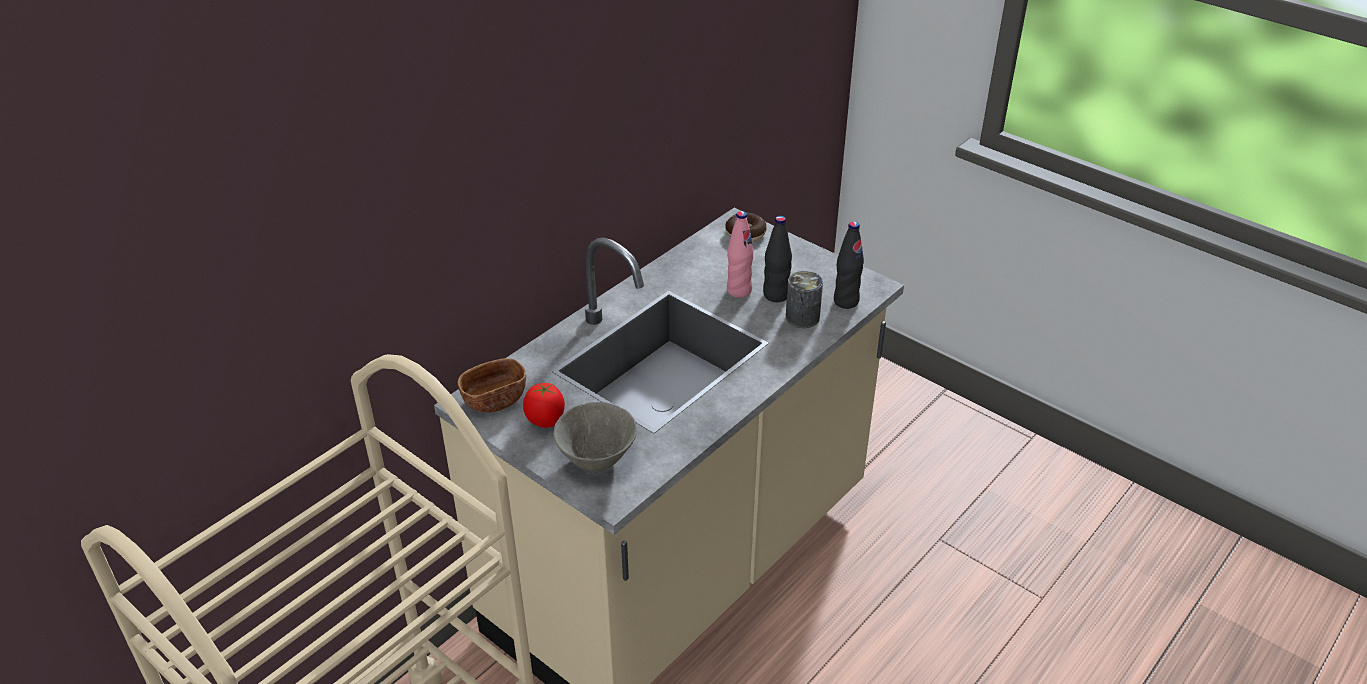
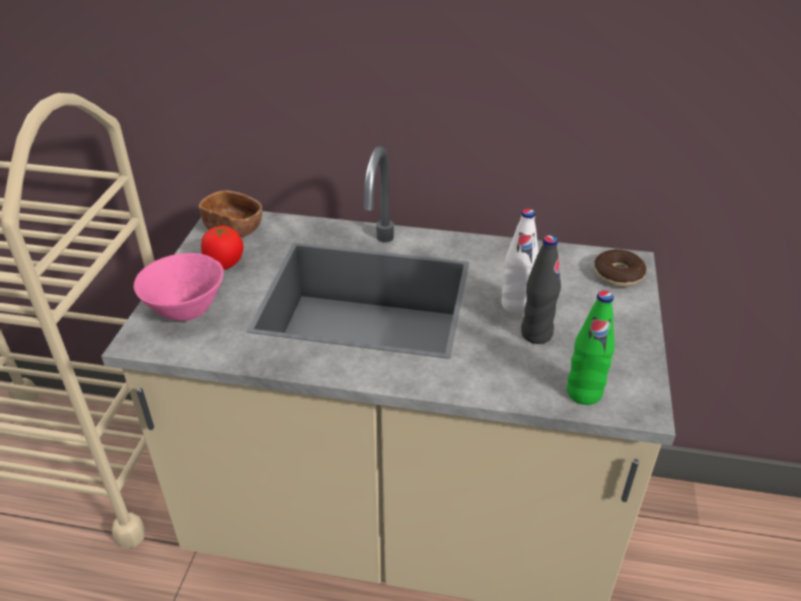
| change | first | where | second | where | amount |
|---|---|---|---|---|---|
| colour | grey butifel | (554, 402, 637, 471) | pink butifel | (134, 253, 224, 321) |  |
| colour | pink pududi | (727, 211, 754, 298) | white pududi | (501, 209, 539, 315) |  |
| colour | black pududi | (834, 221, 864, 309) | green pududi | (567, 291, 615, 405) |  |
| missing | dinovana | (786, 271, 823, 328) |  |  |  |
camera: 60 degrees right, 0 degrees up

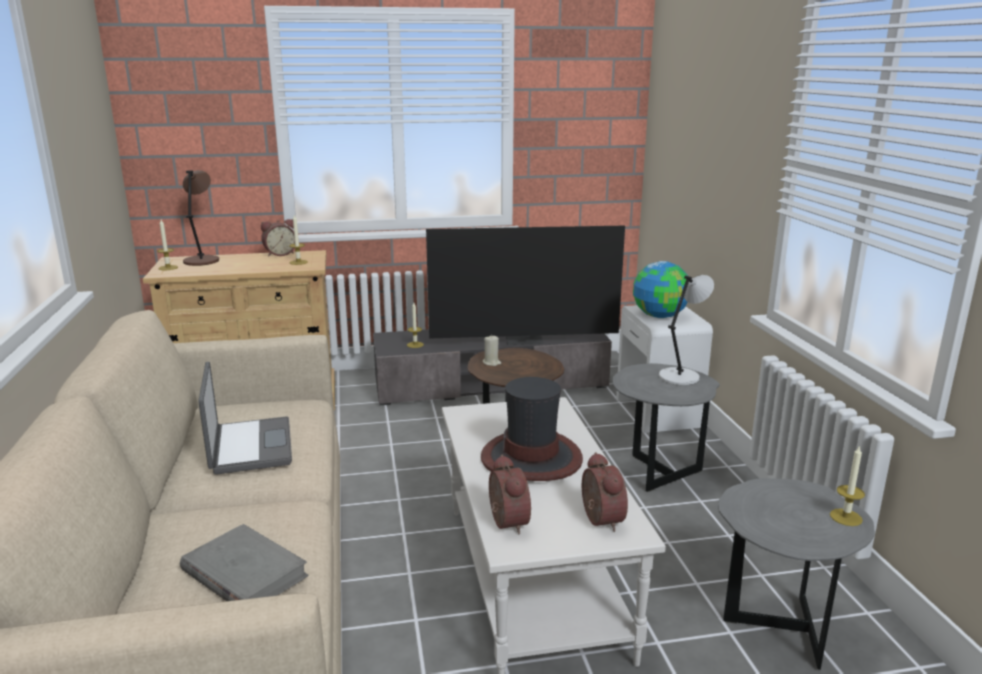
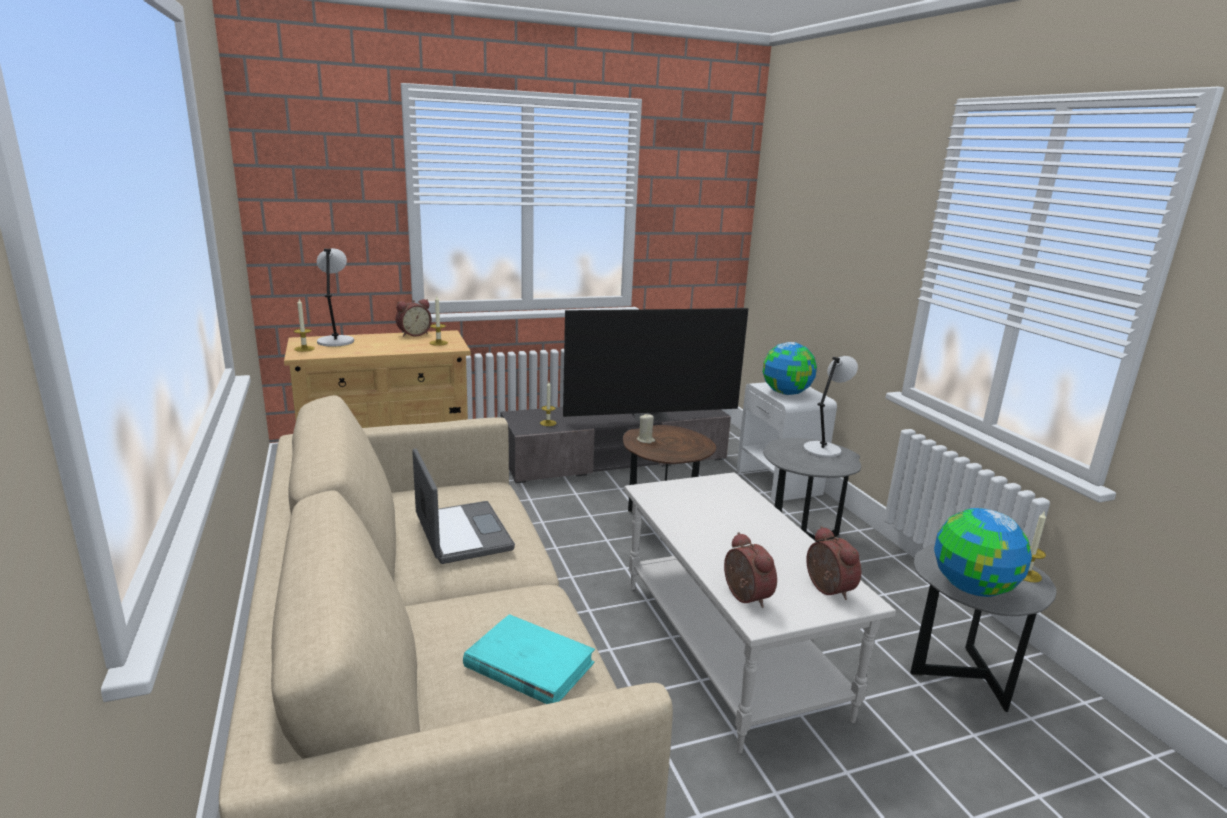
| change | first | where | second | where | amount |
|---|---|---|---|---|---|
| colour | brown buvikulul | (183, 170, 219, 266) | grey buvikulul | (317, 248, 354, 347) |  |
| colour | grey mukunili | (180, 524, 308, 601) | turquoise mukunili | (463, 614, 595, 704) |  |
| appeared |  |  | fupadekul | (934, 508, 1032, 597) |  |
| missing | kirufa | (481, 377, 583, 481) |  |  |  |
camera: 10 degrees left, 0 degrees up

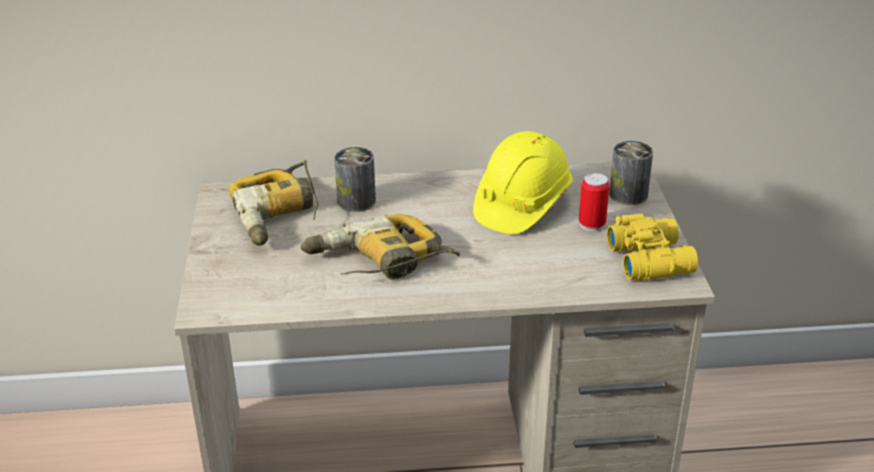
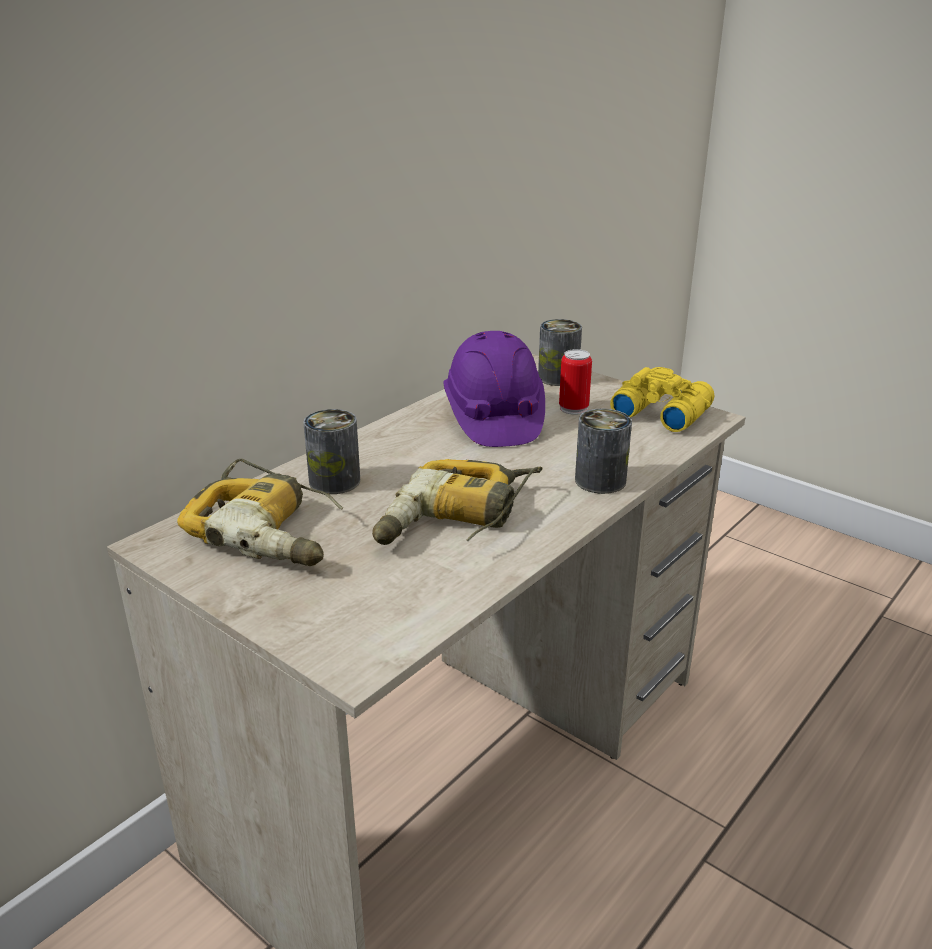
| change | first | where | second | where | amount |
|---|---|---|---|---|---|
| colour | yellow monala | (473, 131, 573, 234) | purple monala | (444, 331, 545, 447) |  |
| appeared |  |  | dinovana | (575, 409, 632, 494) |  |
camera: 45 degrees left, 5 degrees down

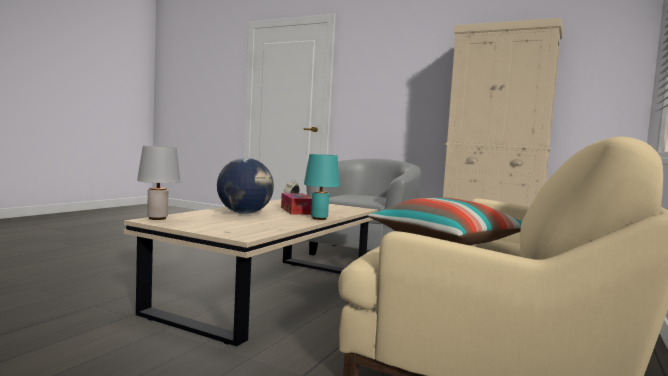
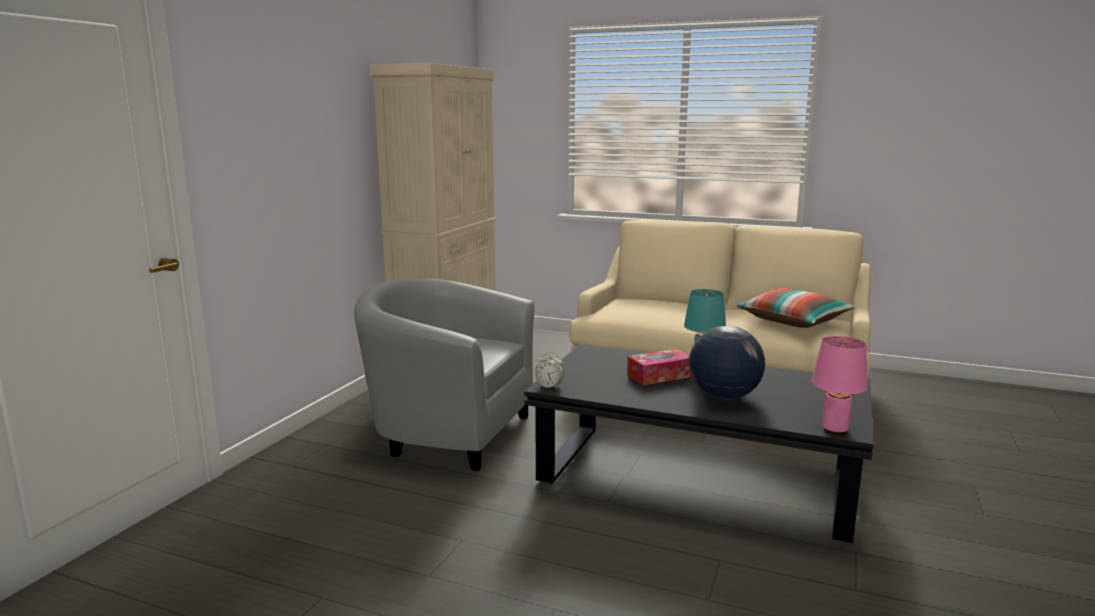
| change | first | where | second | where | amount |
|---|---|---|---|---|---|
| colour | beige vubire | (124, 199, 378, 346) | black vubire | (524, 344, 874, 543) |  |
| colour | grey buvikulul | (137, 146, 180, 220) | pink buvikulul | (812, 336, 868, 435) |  |
camera: 95 degrees left, 10 degrees up

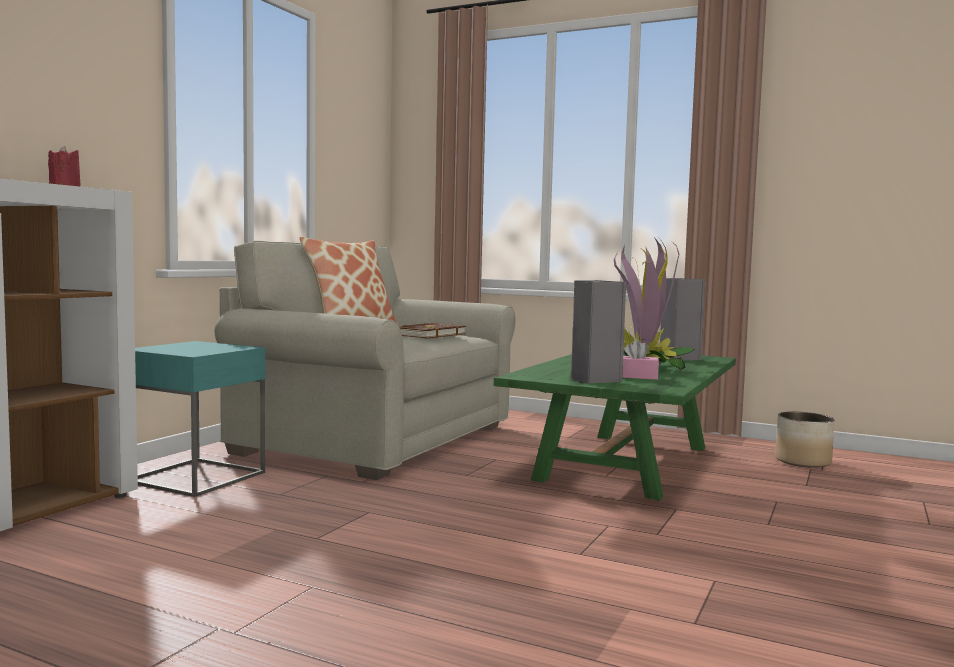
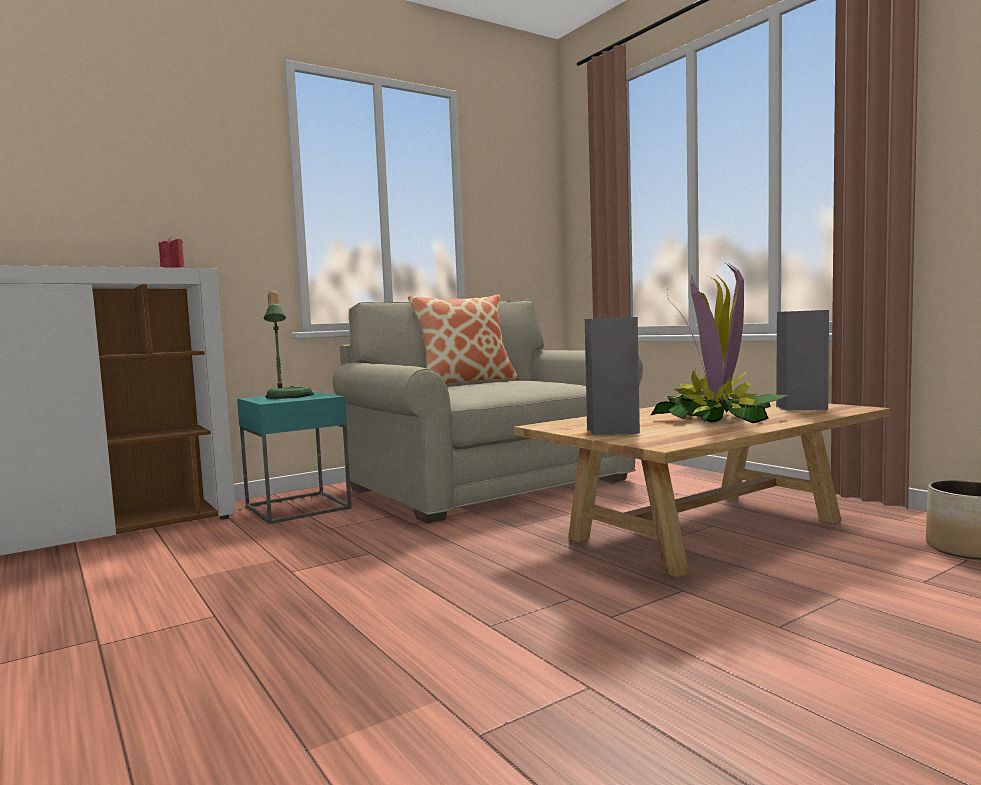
| change | first | where | second | where | amount |
|---|---|---|---|---|---|
| appeared |  |  | buvikulul | (264, 290, 313, 399) |  |
| colour | green vubire | (494, 354, 736, 501) | beige vubire | (514, 396, 890, 578) |  |
| missing | brown mukunili | (399, 323, 466, 338) |  |  |  |
| missing | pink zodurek | (623, 340, 659, 380) |  |  |  |
camera: 30 degrees right, 0 degrees up

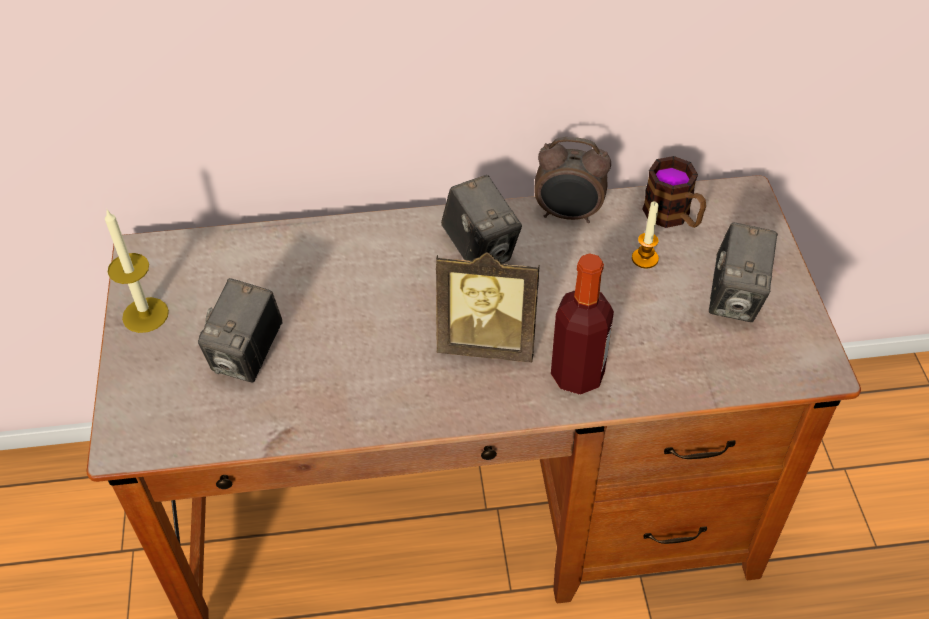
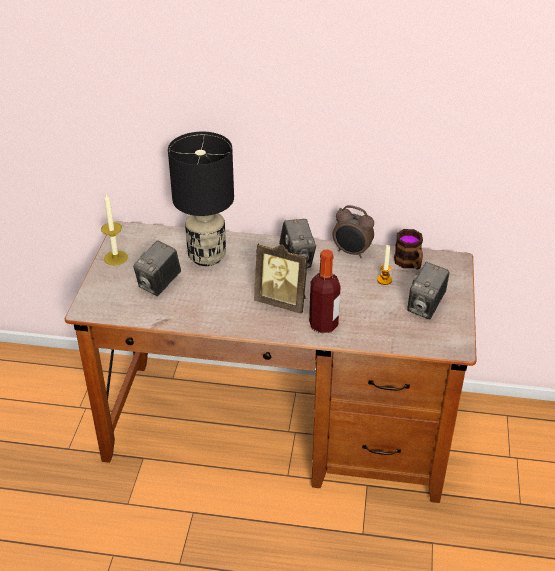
| change | first | where | second | where | amount |
|---|---|---|---|---|---|
| appeared |  |  | black buvikulul | (168, 132, 234, 266) |  |
camera: 15 degrees right, 10 degrees down

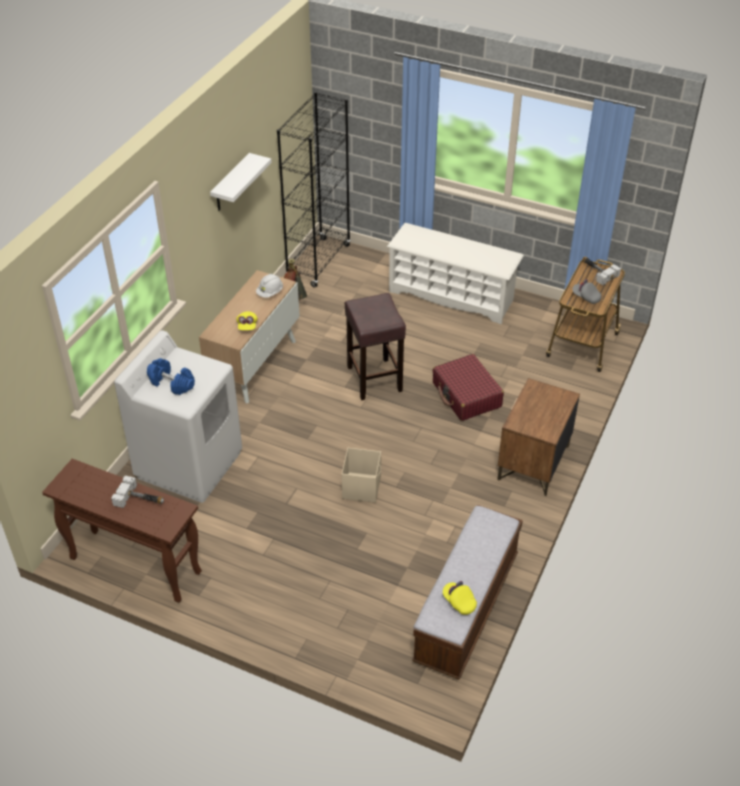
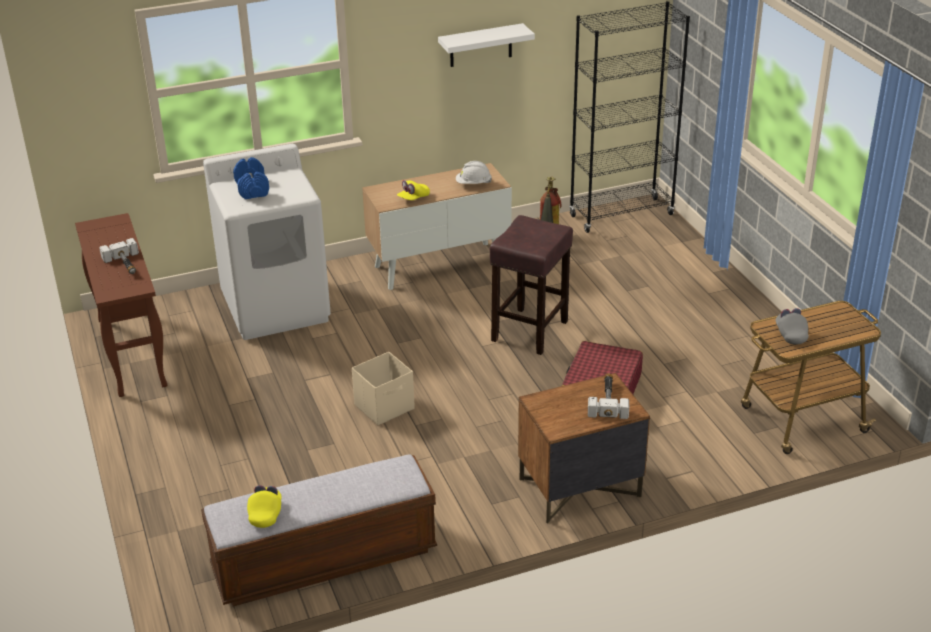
| change | first | where | second | where | amount |
|---|---|---|---|---|---|
| relocated | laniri | (582, 257, 621, 285) |  | (588, 373, 629, 419) |  |
| missing | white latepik | (387, 223, 524, 324) |  |  |  |
camera: 45 degrees right, 10 degrees down

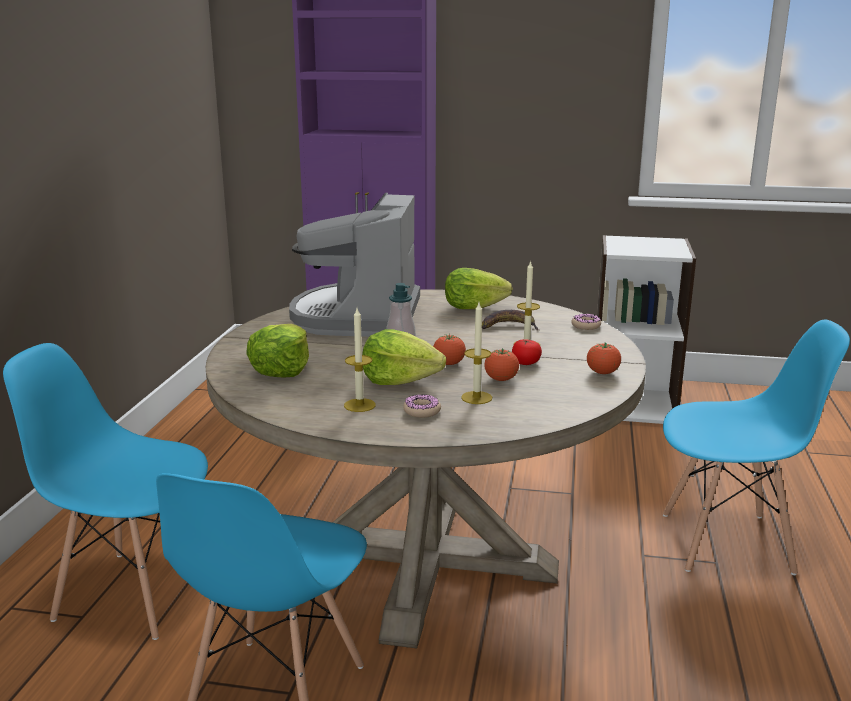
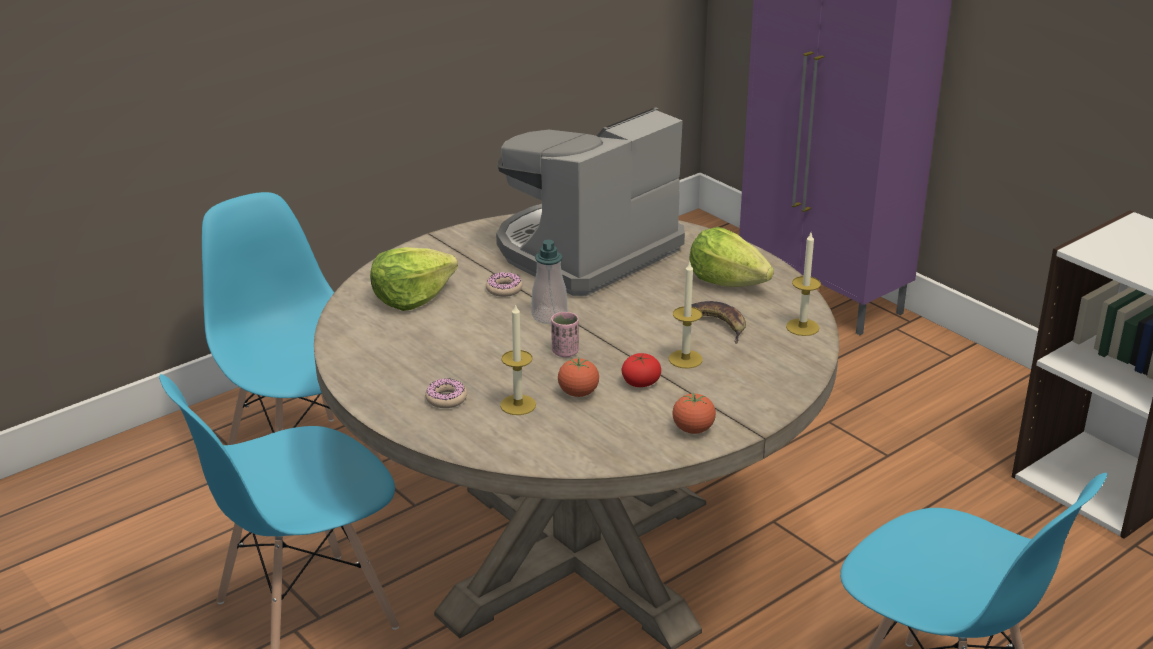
| change | first | where | second | where | amount |
|---|---|---|---|---|---|
| relocated | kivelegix | (572, 314, 601, 330) |  | (486, 272, 523, 297) |  |
| exchanged | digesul | (433, 334, 466, 365) | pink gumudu | (551, 312, 579, 357) |  |
| relocated | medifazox | (344, 308, 376, 412) |  | (786, 233, 821, 336) |  |
| missing | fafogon | (362, 329, 446, 385) |  |  |  |
camera: 40 degrees right, 10 degrees up

